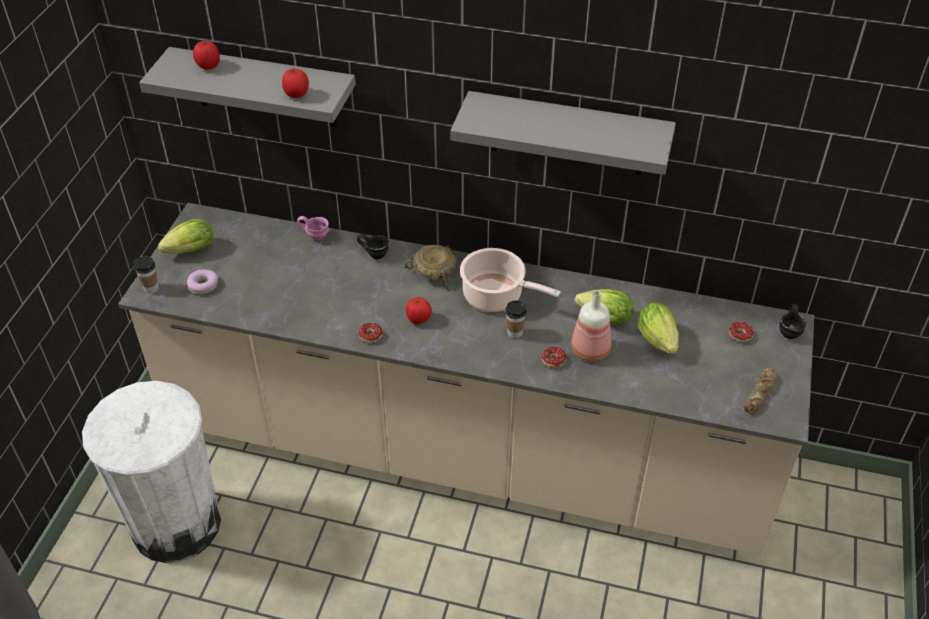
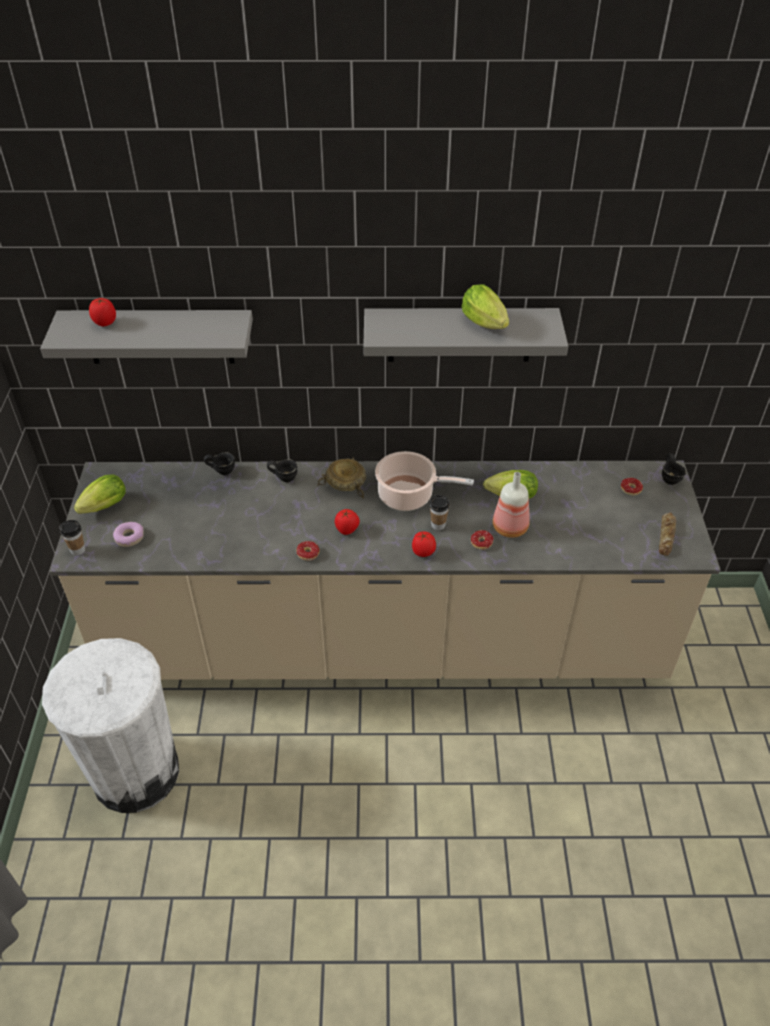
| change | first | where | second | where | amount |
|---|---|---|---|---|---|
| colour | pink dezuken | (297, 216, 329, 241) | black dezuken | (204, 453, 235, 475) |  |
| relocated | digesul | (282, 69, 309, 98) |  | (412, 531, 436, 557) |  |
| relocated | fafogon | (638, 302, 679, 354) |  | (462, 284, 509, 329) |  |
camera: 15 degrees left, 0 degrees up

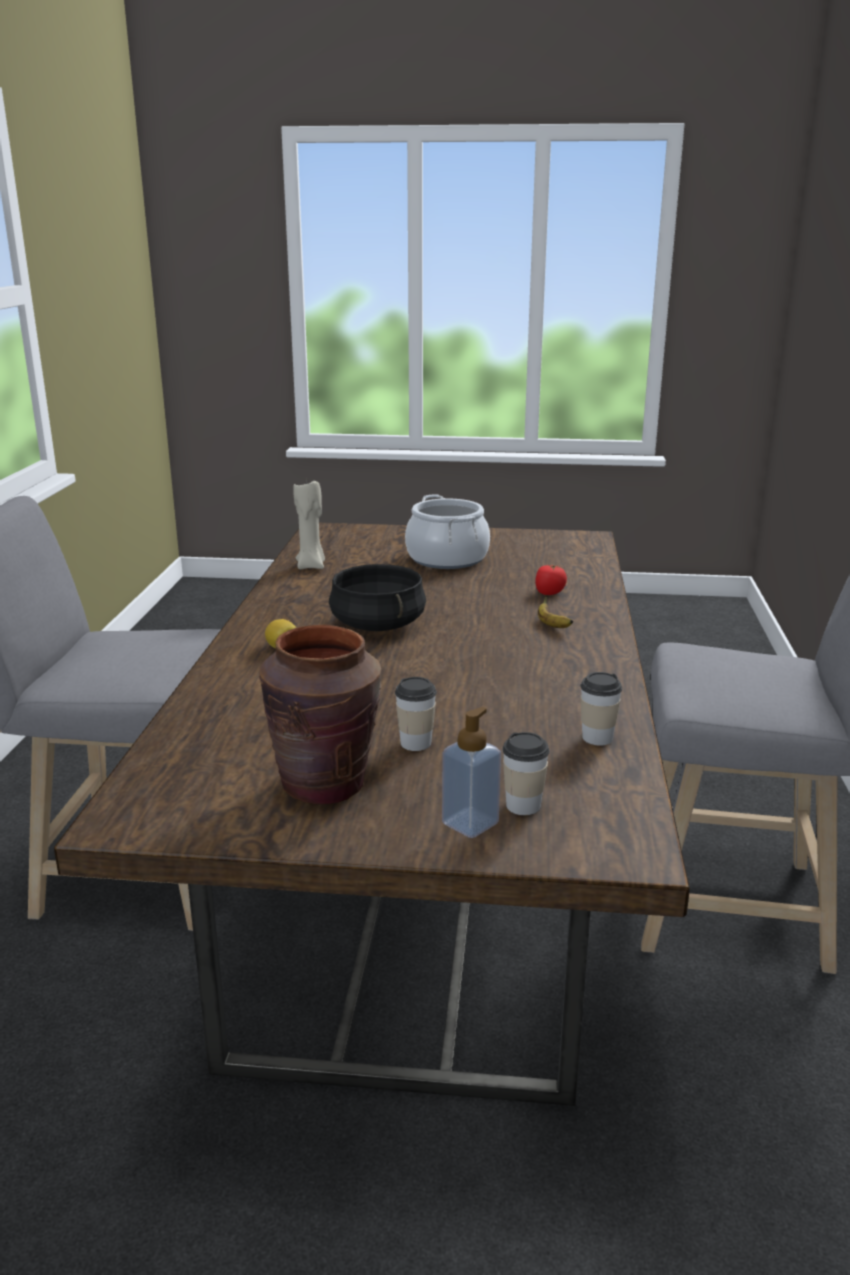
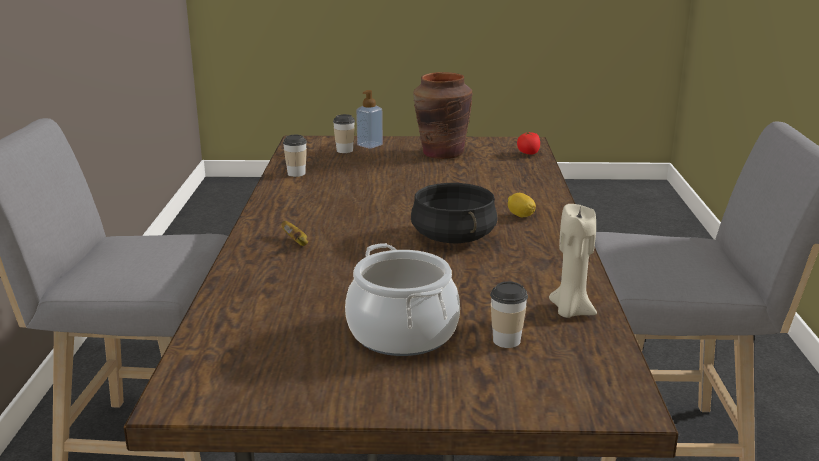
| change | first | where | second | where | amount |
|---|---|---|---|---|---|
| relocated | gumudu | (395, 677, 437, 751) |  | (490, 281, 528, 348) |  |
| relocated | digesul | (535, 565, 567, 595) |  | (517, 132, 540, 155) |  |
camera: 175 degrees right, 0 degrees up

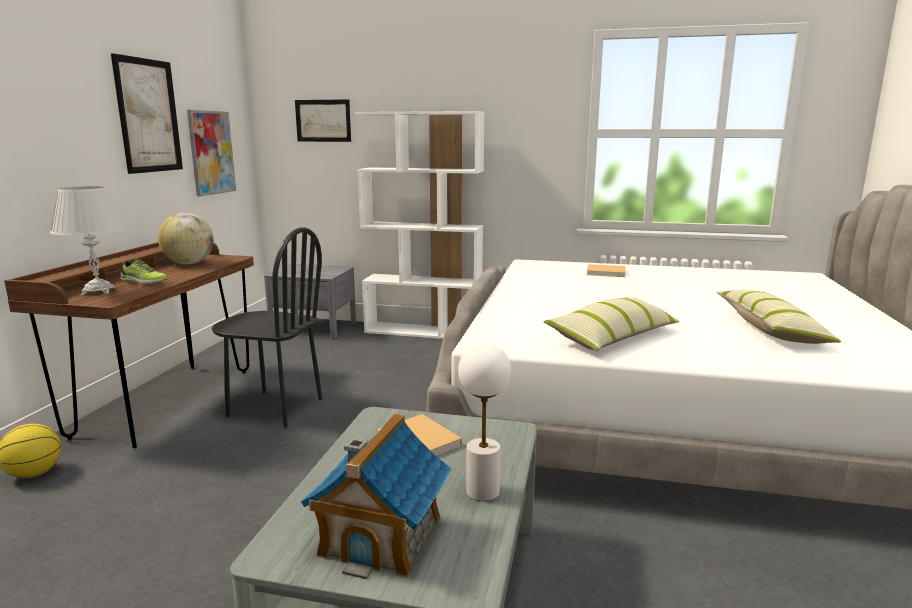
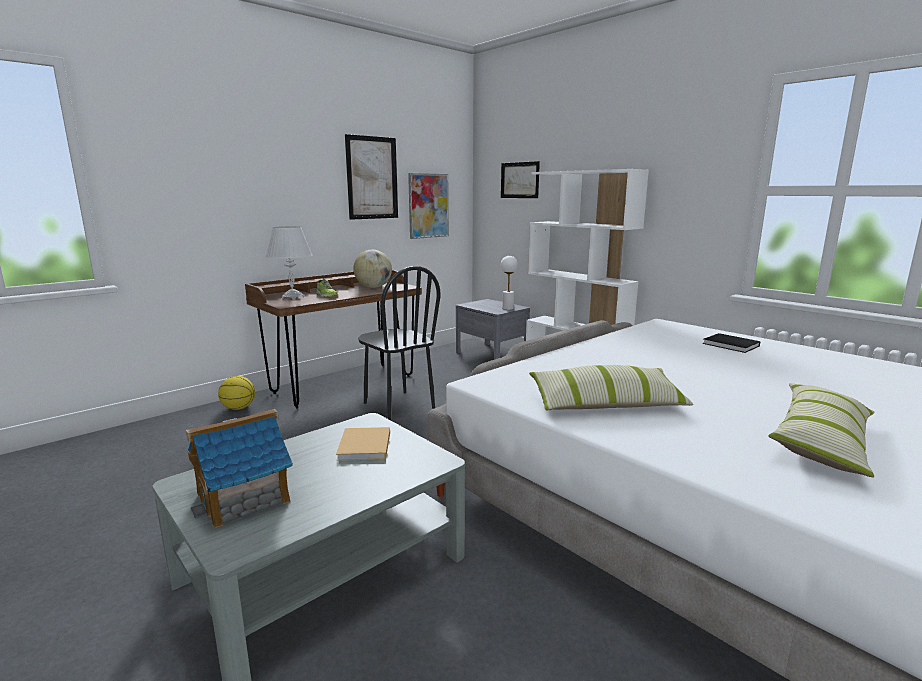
| change | first | where | second | where | amount |
|---|---|---|---|---|---|
| relocated | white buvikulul | (458, 343, 511, 501) |  | (501, 256, 518, 310) |  |
| colour | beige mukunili | (586, 264, 626, 277) | black mukunili | (703, 333, 761, 353) |  |
camera: 35 degrees right, 0 degrees up

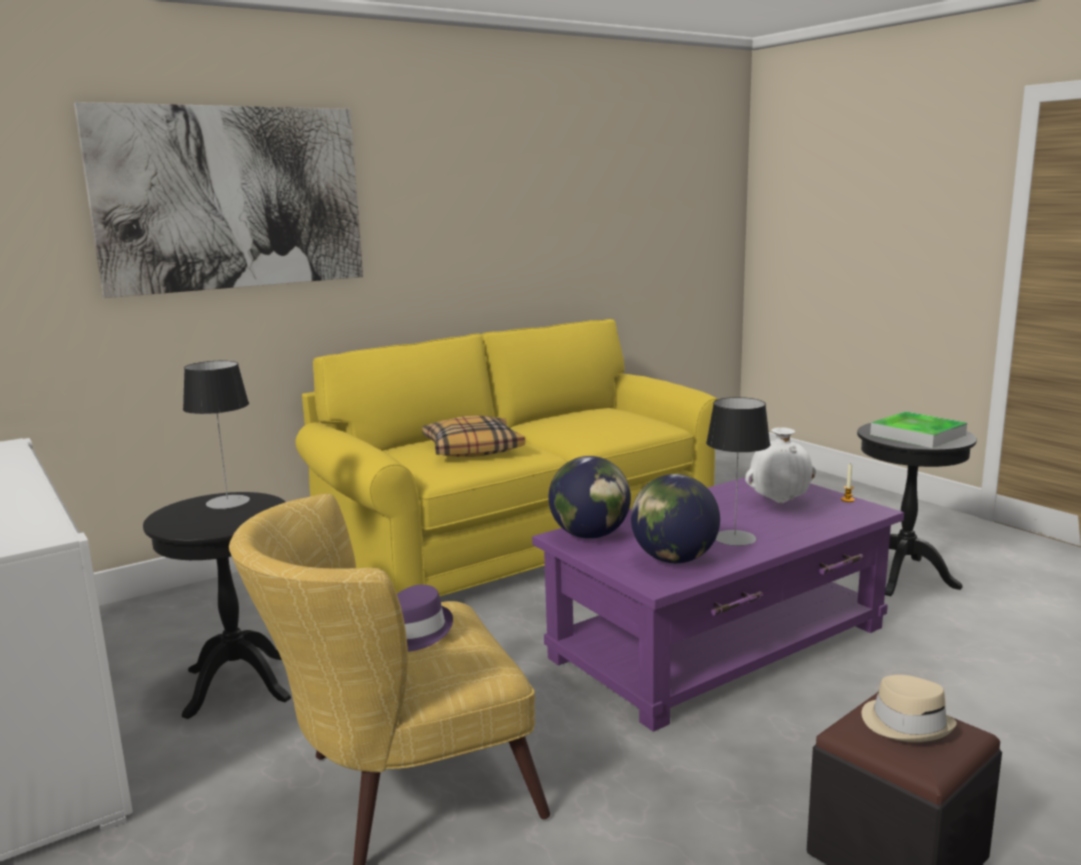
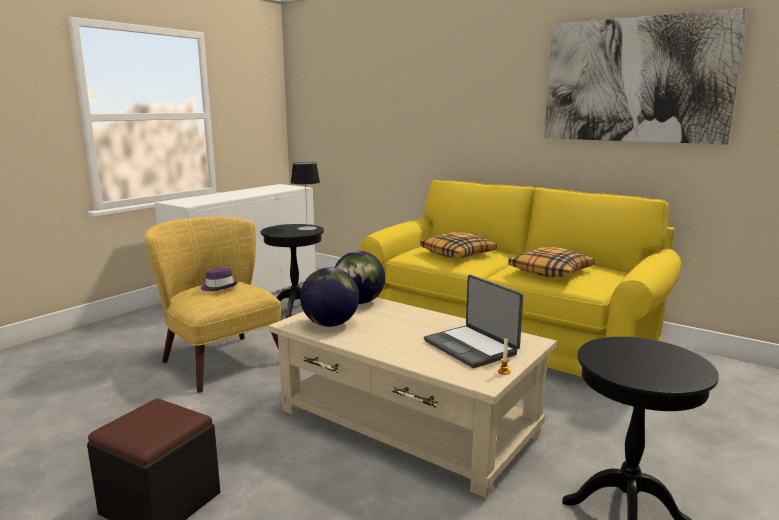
| change | first | where | second | where | amount |
|---|---|---|---|---|---|
| colour | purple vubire | (532, 476, 904, 732) | beige vubire | (268, 297, 557, 498) |  |
| exchanged | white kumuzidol | (745, 427, 816, 503) | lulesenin | (424, 275, 523, 368) |  |
| appeared |  |  | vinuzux | (508, 247, 595, 277) |  |
| relocated | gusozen | (74, 102, 363, 298) |  | (544, 8, 749, 144) |  |
| missing | buvikulul | (706, 397, 770, 546) |  |  |  |
| missing | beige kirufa | (862, 675, 957, 742) |  |  |  |
| missing | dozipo | (870, 411, 967, 448) |  |  |  |
camera: 70 degrees right, 0 degrees up

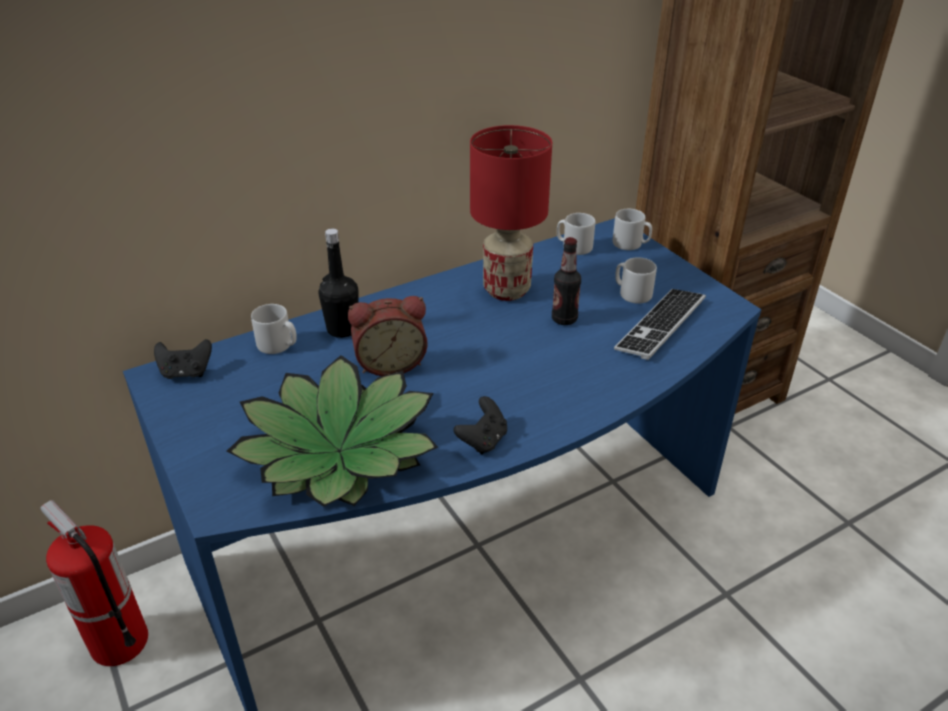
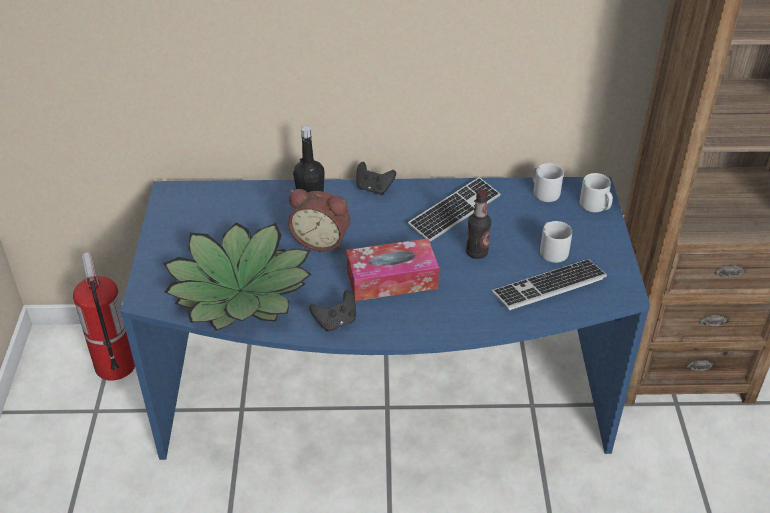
| change | first | where | second | where | amount |
|---|---|---|---|---|---|
| appeared |  |  | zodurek | (346, 238, 439, 301) |  |
| relocated | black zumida | (154, 339, 212, 379) |  | (356, 162, 396, 195) |  |
| exchanged | red buvikulul | (470, 125, 552, 301) | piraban | (408, 177, 501, 242) |  |
| missing | grey dezuken | (251, 304, 297, 354) |  |  |  |
camera: 30 degrees right, 5 degrees up

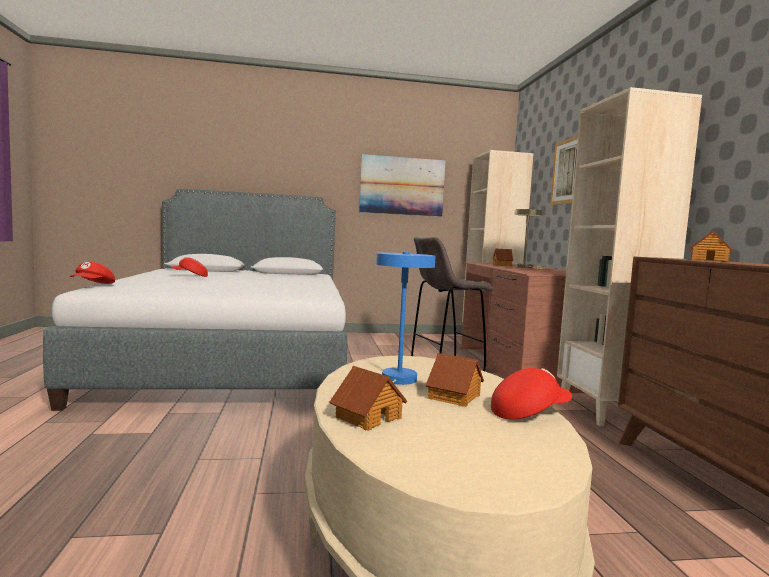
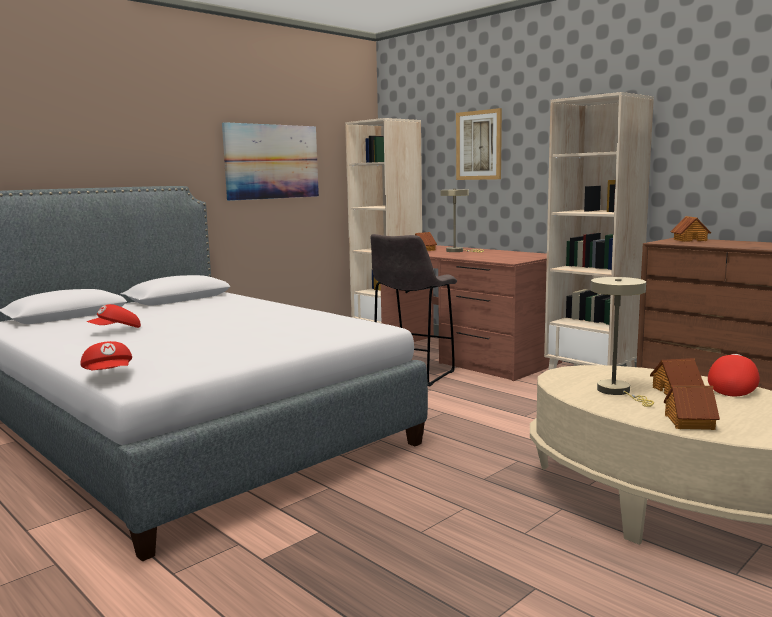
| change | first | where | second | where | amount |
|---|---|---|---|---|---|
| colour | blue buvikulul | (376, 252, 436, 388) | beige buvikulul | (591, 277, 654, 407) |  |
camera: 35 degrees left, 5 degrees up

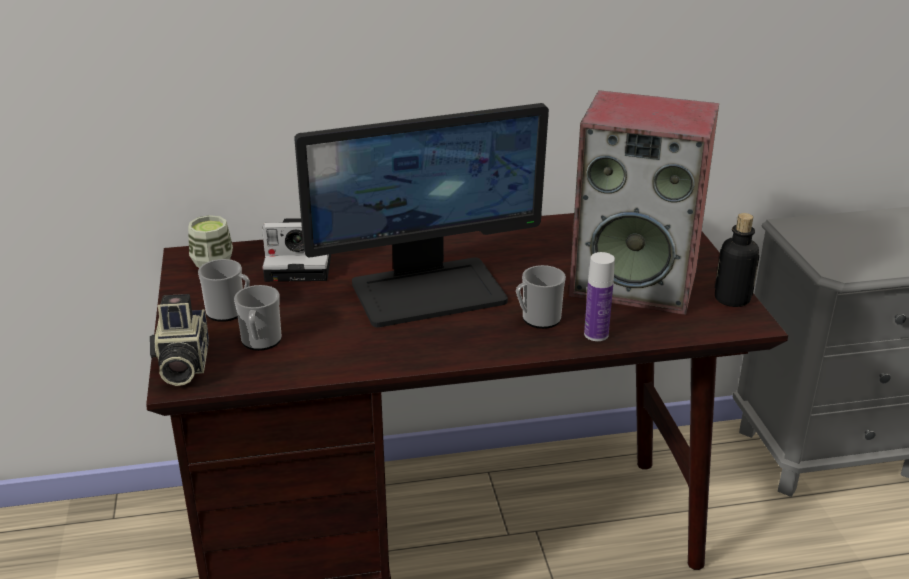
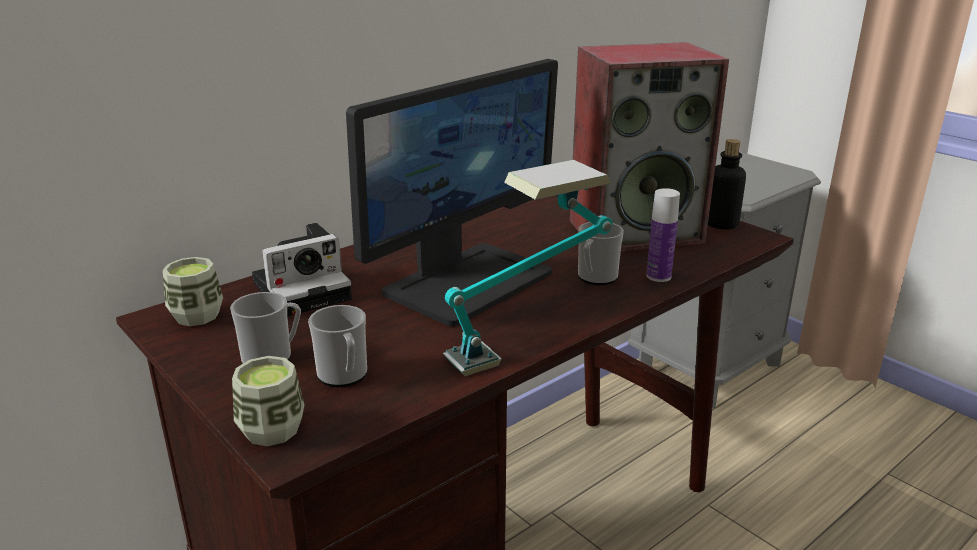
| change | first | where | second | where | amount |
|---|---|---|---|---|---|
| exchanged | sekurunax | (150, 294, 209, 386) | gumudu | (232, 356, 304, 446) |  |
| appeared |  |  | buvikulul | (443, 160, 613, 376) |  |
camera: 30 degrees left, 5 degrees down

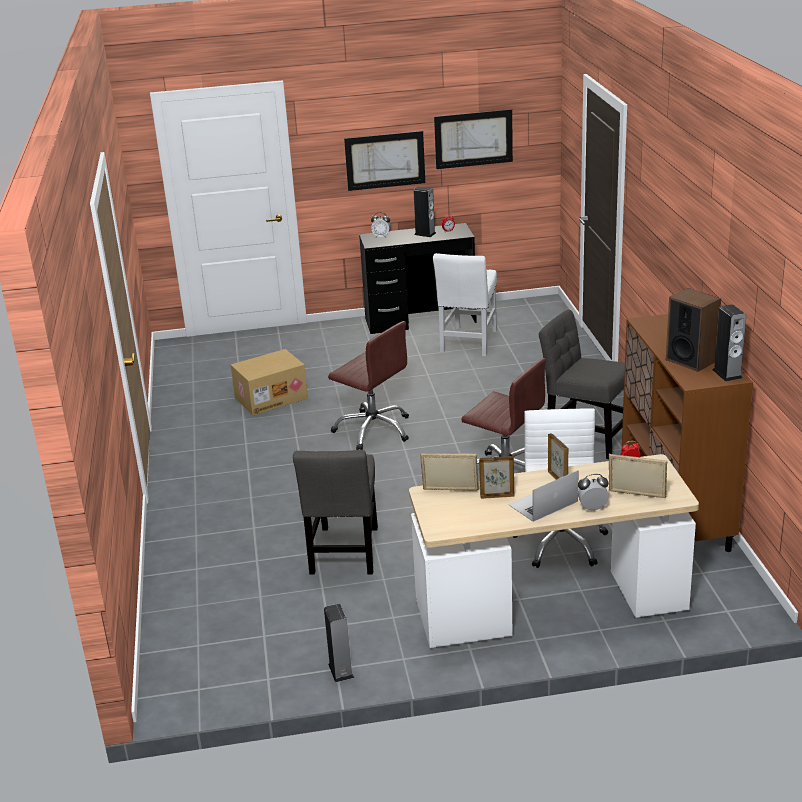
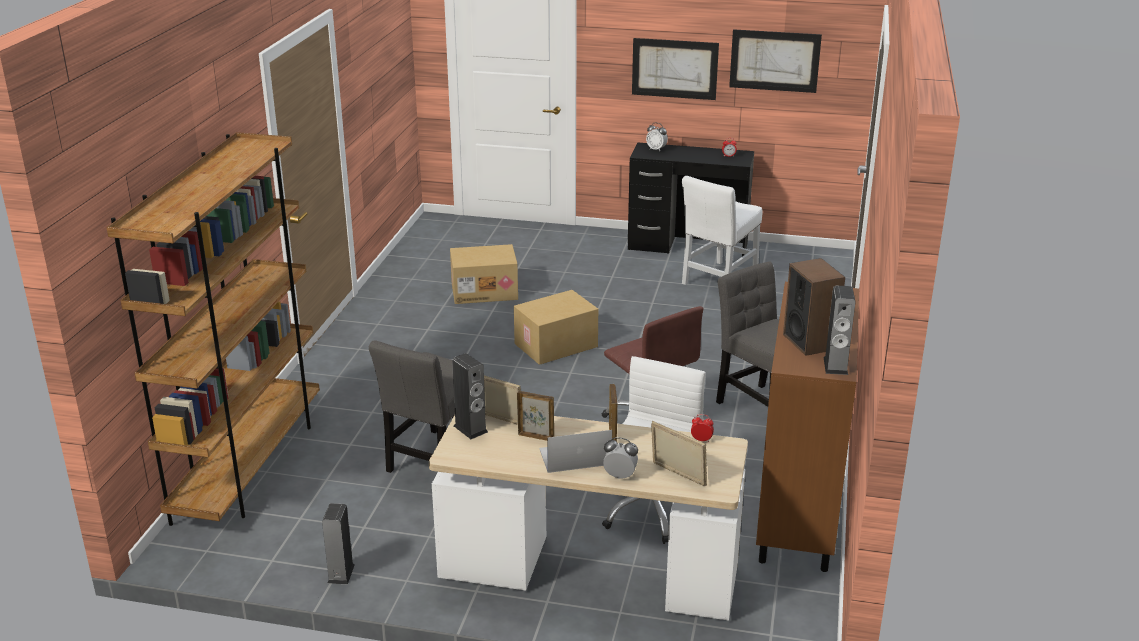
| change | first | where | second | where | amount |
|---|---|---|---|---|---|
| appeared |  |  | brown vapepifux | (107, 132, 320, 526) |  |
| relocated | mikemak | (413, 187, 436, 237) |  | (452, 353, 488, 439) |  |
| exchanged | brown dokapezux | (328, 321, 409, 450) | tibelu | (514, 290, 598, 365) |  |
camera: 20 degrees right, 0 degrees up

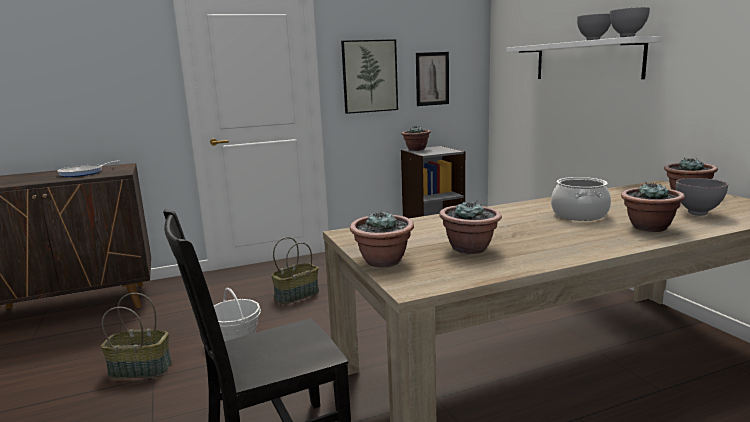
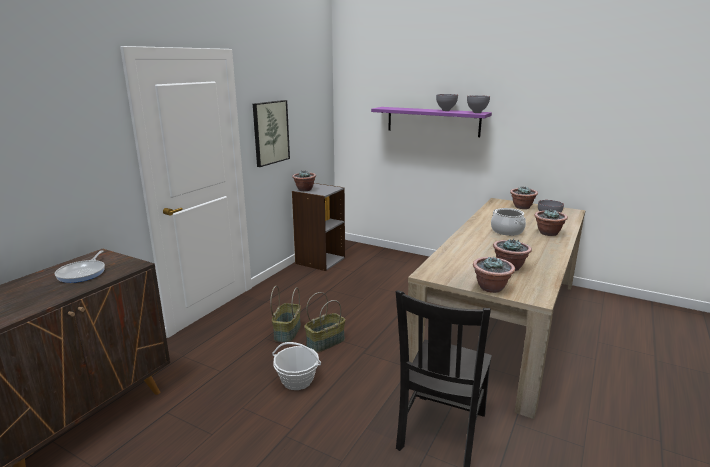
| change | first | where | second | where | amount |
|---|---|---|---|---|---|
| relocated | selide | (101, 293, 172, 379) |  | (304, 292, 345, 353) |  |
| colour | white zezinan | (506, 36, 662, 79) | purple zezinan | (371, 107, 492, 137) |  |
| missing | gusozen | (416, 52, 449, 106) |  |  |  |
camera: 40 degrees left, 5 degrees up

